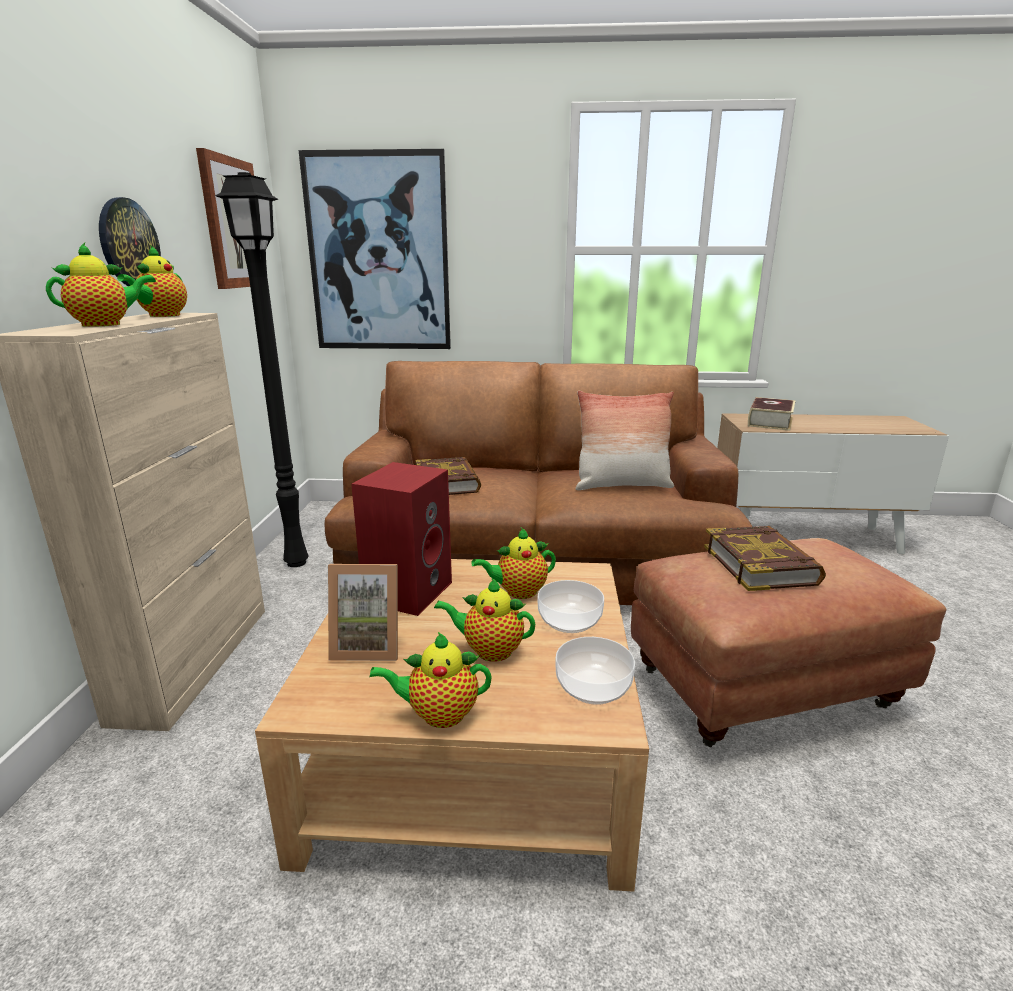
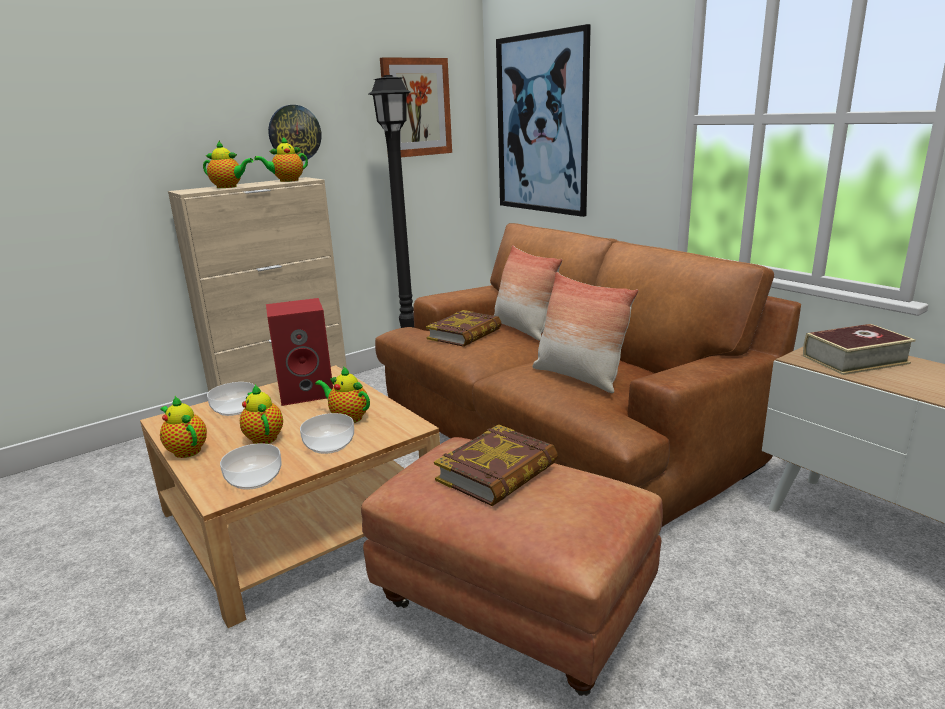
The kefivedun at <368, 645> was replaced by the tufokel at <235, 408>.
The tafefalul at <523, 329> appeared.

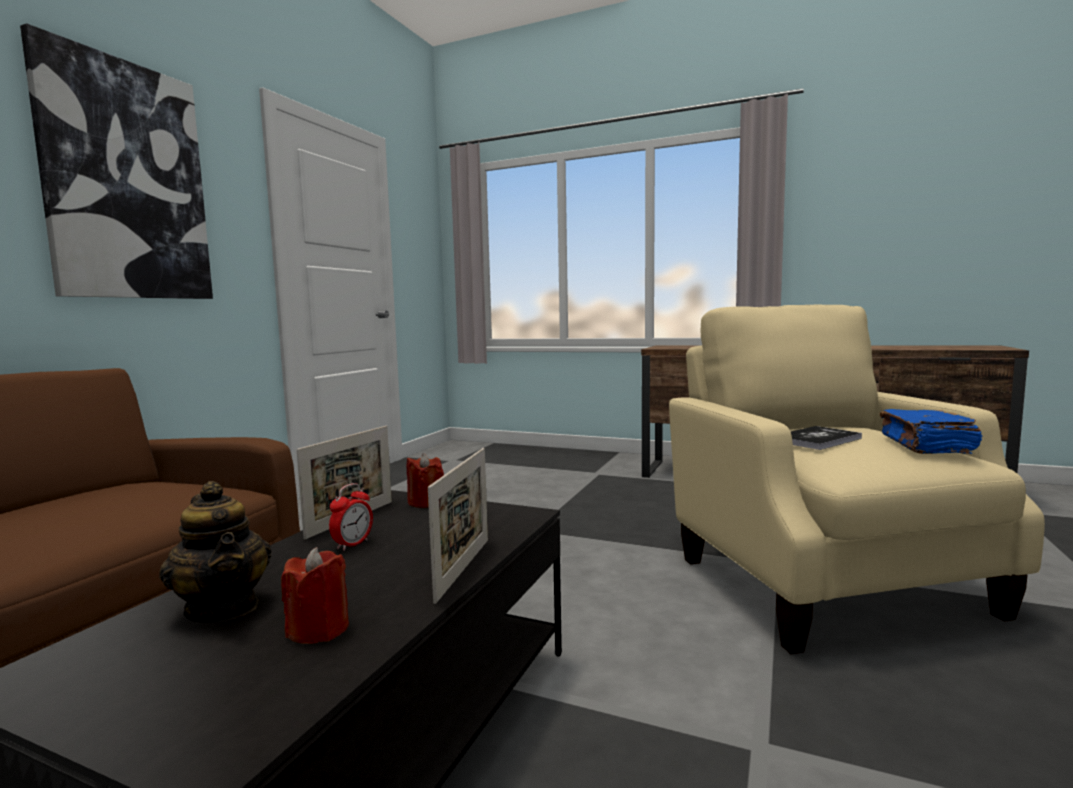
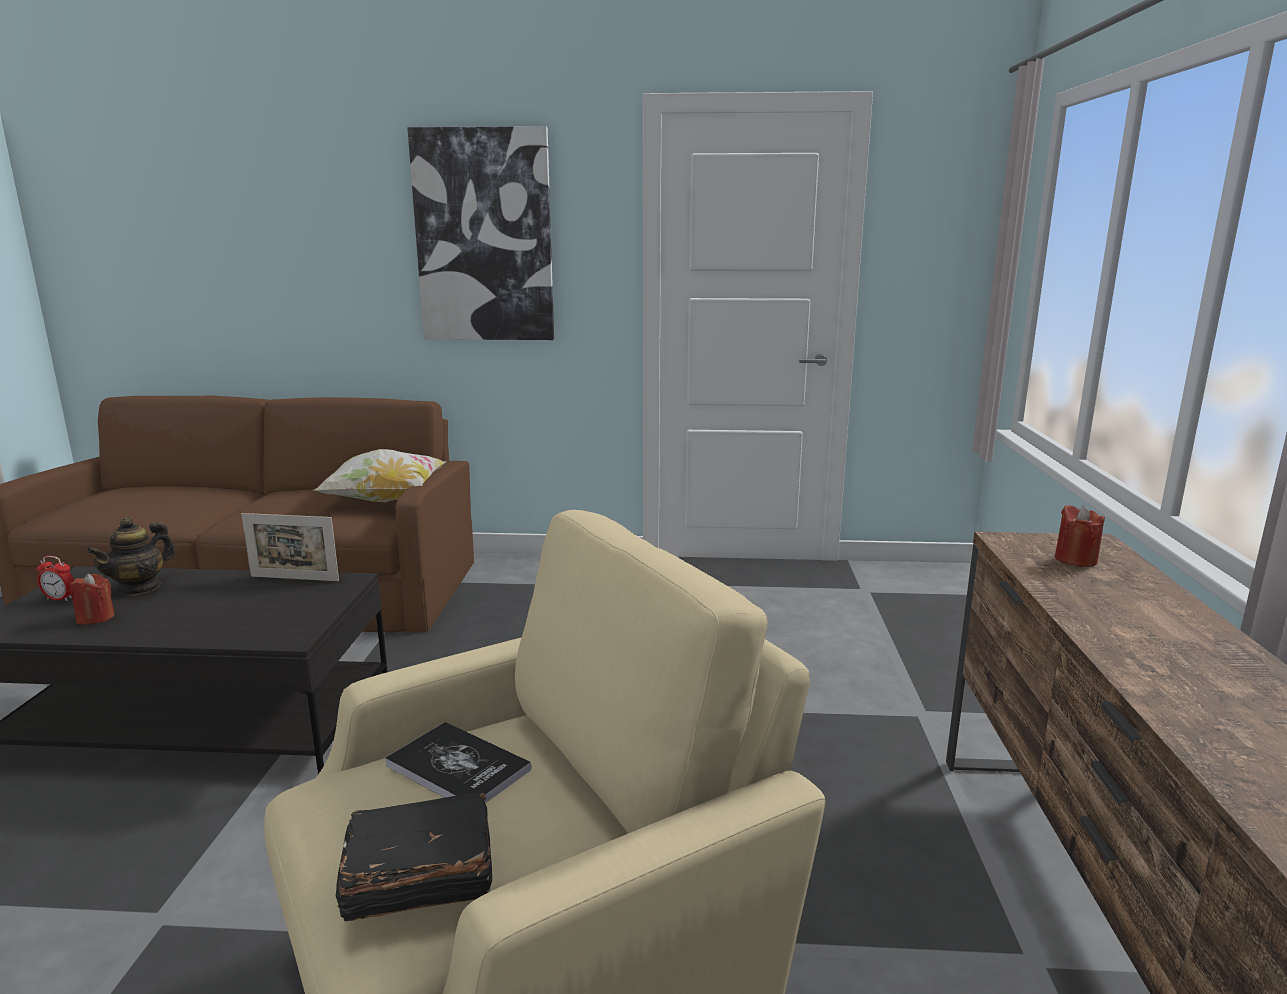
The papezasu moved from <352, 544> to <60, 599>.
The tafefalul at <386, 500> appeared.
The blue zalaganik at <926, 446> became the black zalaganik at <417, 879>.
The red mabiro moved from <425, 502> to <1075, 560>.
The kefivedun at <463, 568> disappeared.

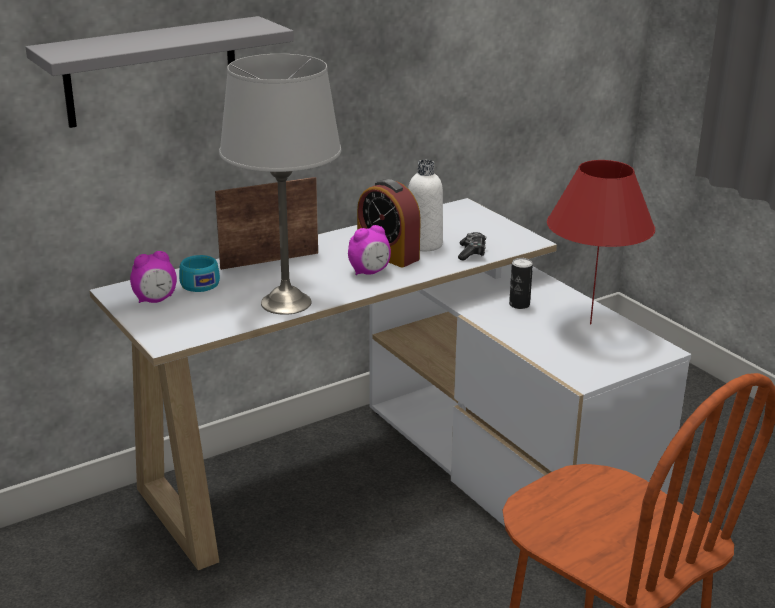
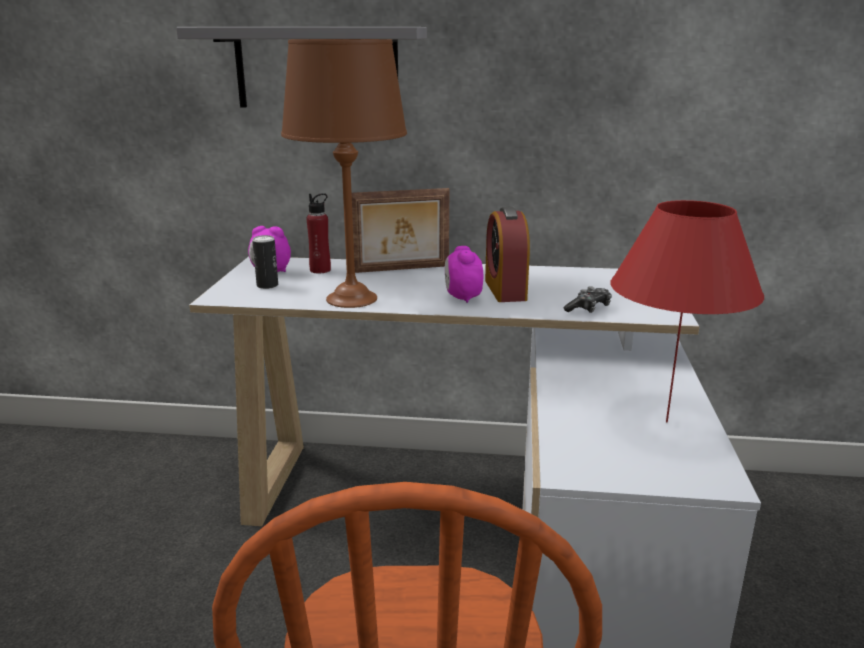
The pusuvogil moved from <519, 304> to <267, 285>.
The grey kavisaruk at <287, 303> became the brown kavisaruk at <352, 299>.
The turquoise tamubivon at <198, 283> was replaced by the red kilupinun at <320, 270>.
The kefivedun at <269, 260> turned 150 degrees clockwise.
The papezasu at <369, 272> turned 75 degrees clockwise.
The white kilupinun at <424, 244> disappeared.

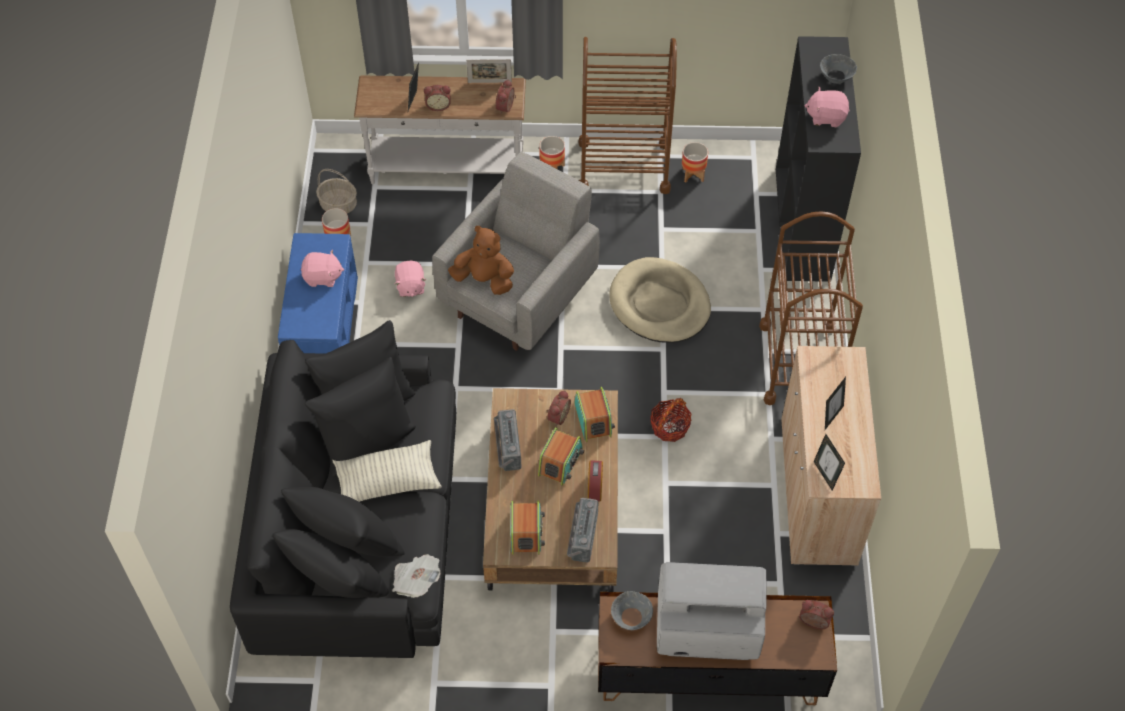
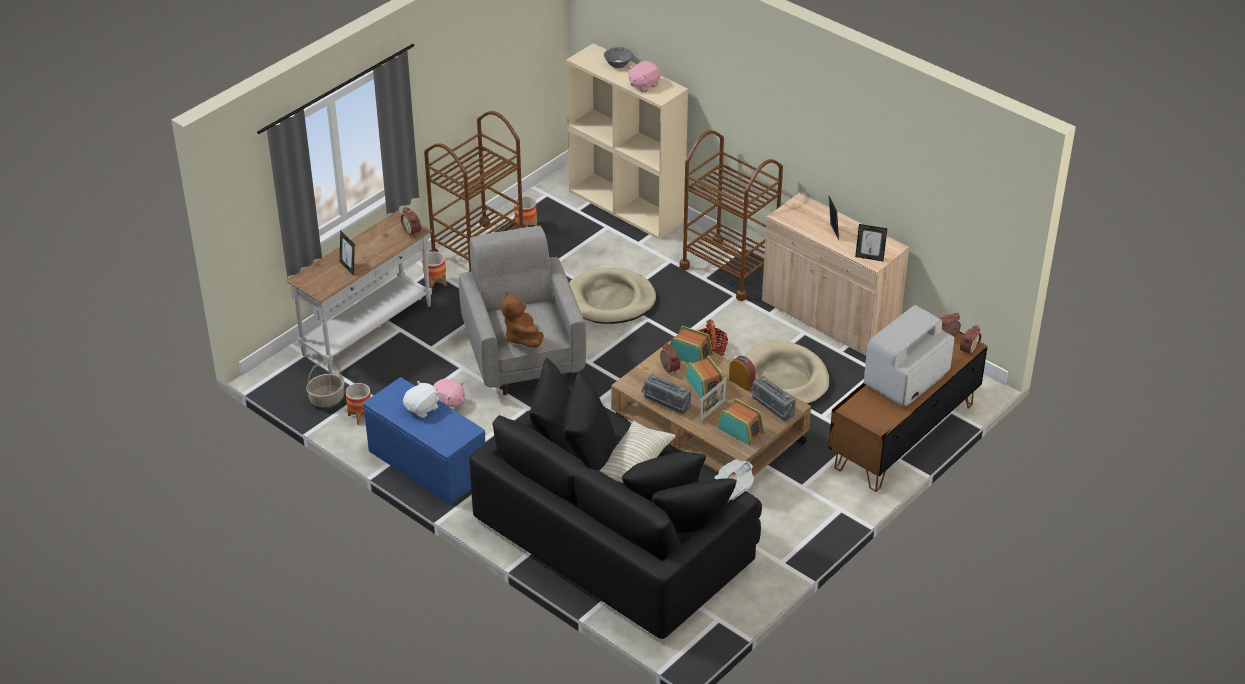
The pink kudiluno at <322, 277> became the white kudiluno at <422, 408>.
The brown kudiluno at <484, 280> turned 75 degrees counterclockwise.
The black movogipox at <803, 225> became the beige movogipox at <627, 206>.
The kefivedun moved from <489, 82> to <712, 411>.
The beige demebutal at <784, 378> appeared.
The papezasu moved from <438, 105> to <967, 350>.
The grey tufokel at <631, 617> disappeared.

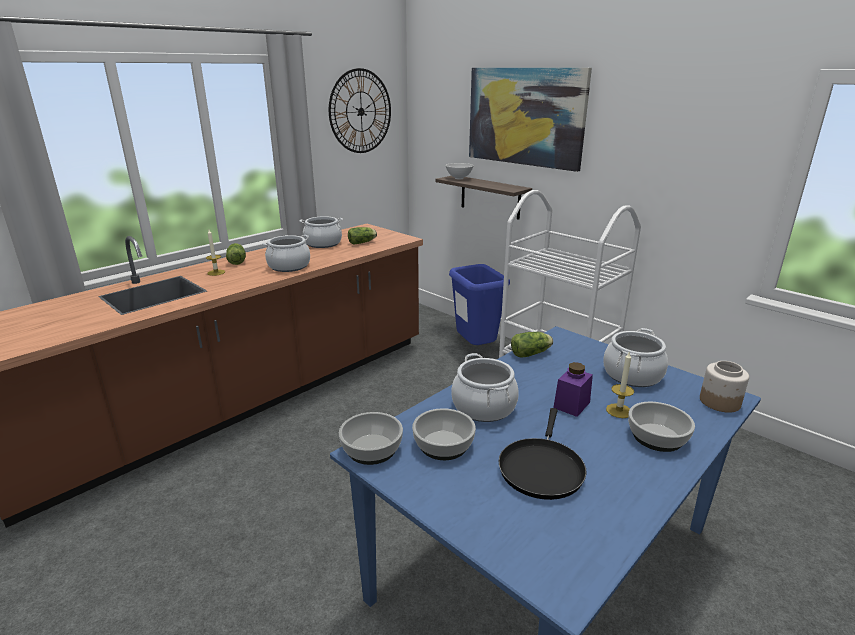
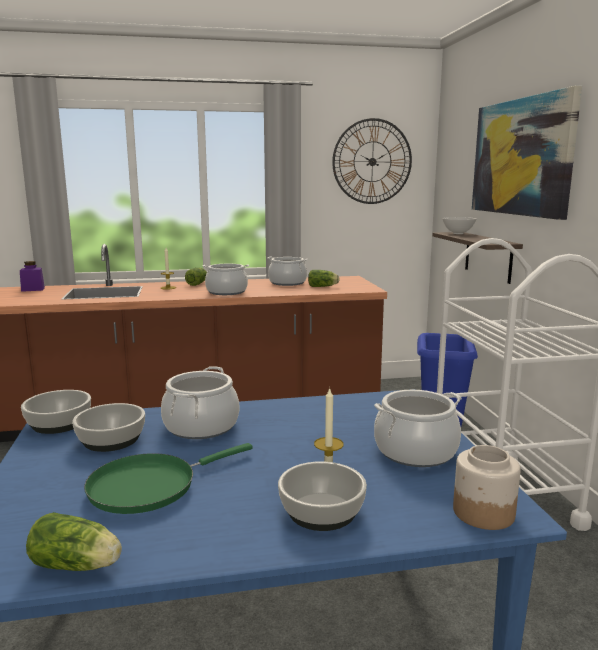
The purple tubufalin moved from <571, 405> to <33, 289>.
The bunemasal moved from <532, 353> to <78, 566>.
The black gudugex at <541, 468> became the green gudugex at <149, 486>.

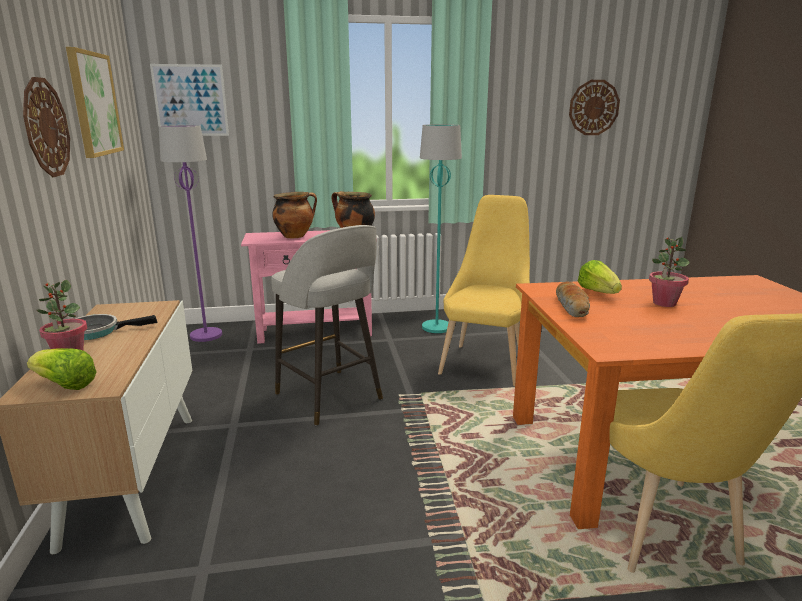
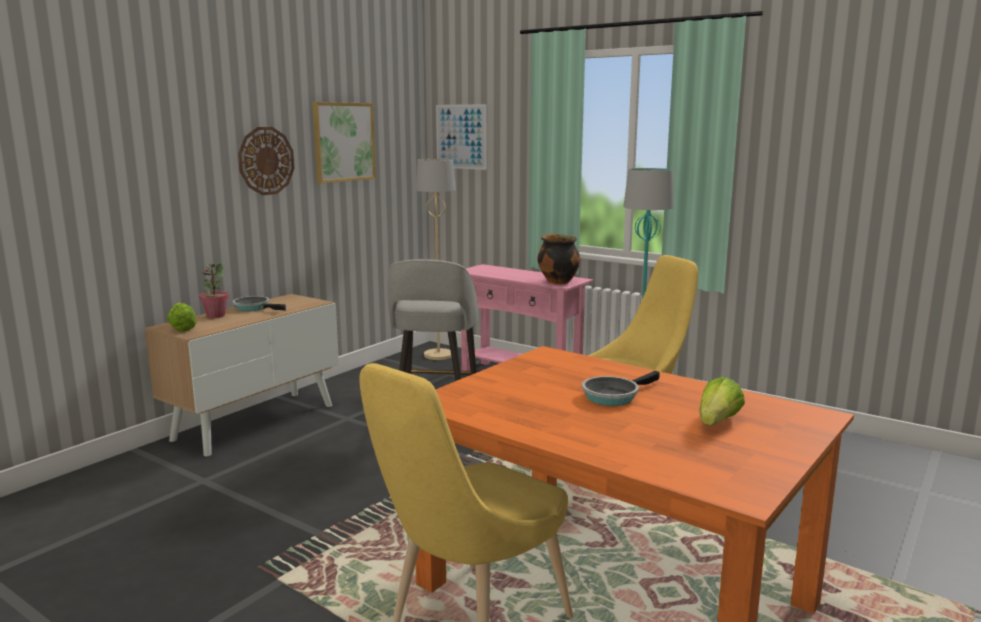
The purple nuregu at <205, 335> became the beige nuregu at <438, 355>.
The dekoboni at <664, 303> was replaced by the gudugex at <613, 396>.
The bunemasal moved from <598, 292> to <717, 422>.
The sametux at <295, 236> disappeared.
The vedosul at <572, 307> disappeared.
The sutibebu at <593, 107> disappeared.

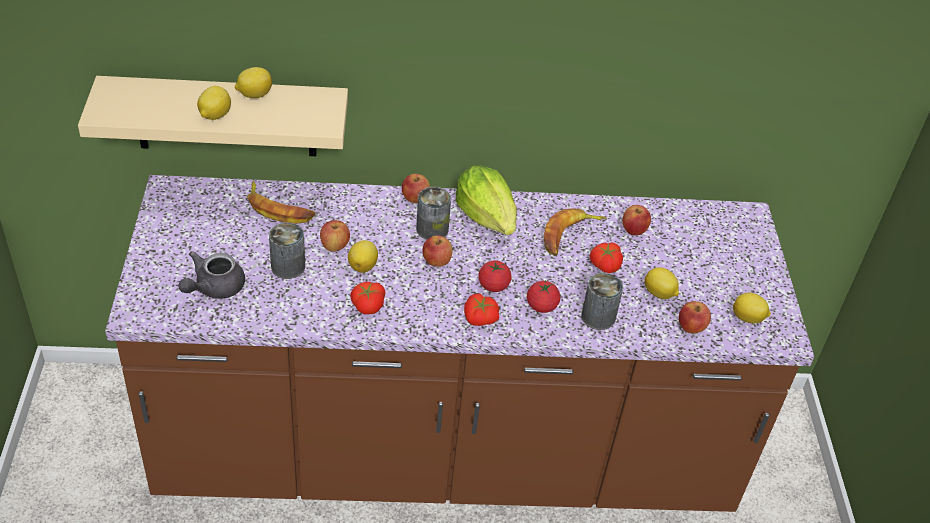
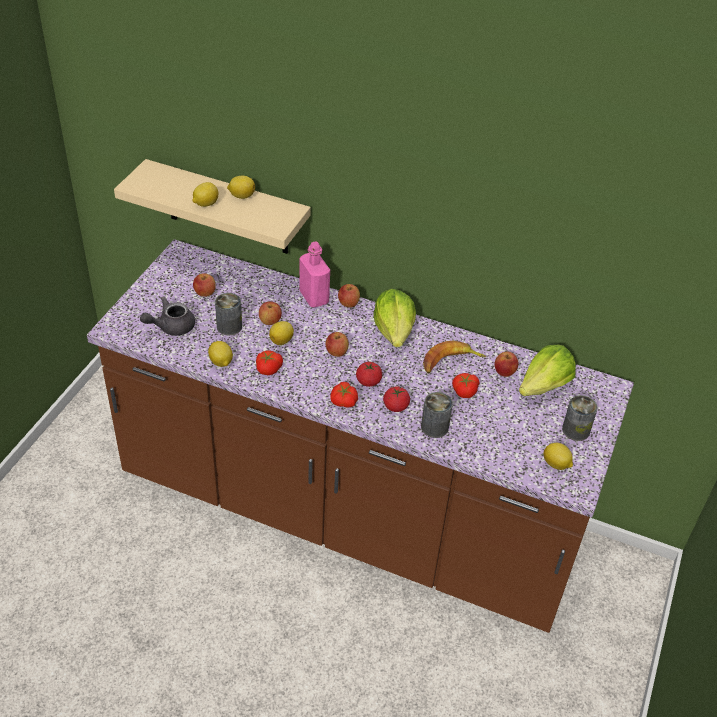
The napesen moved from <691, 328> to <205, 293>.
The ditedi moved from <659, 294> to <221, 362>.
The pink kilupinun at <314, 297> appeared.
The bunemasal at <544, 386> appeared.
The pusuvogil moved from <432, 229> to <576, 430>.
The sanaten at <279, 209> disappeared.

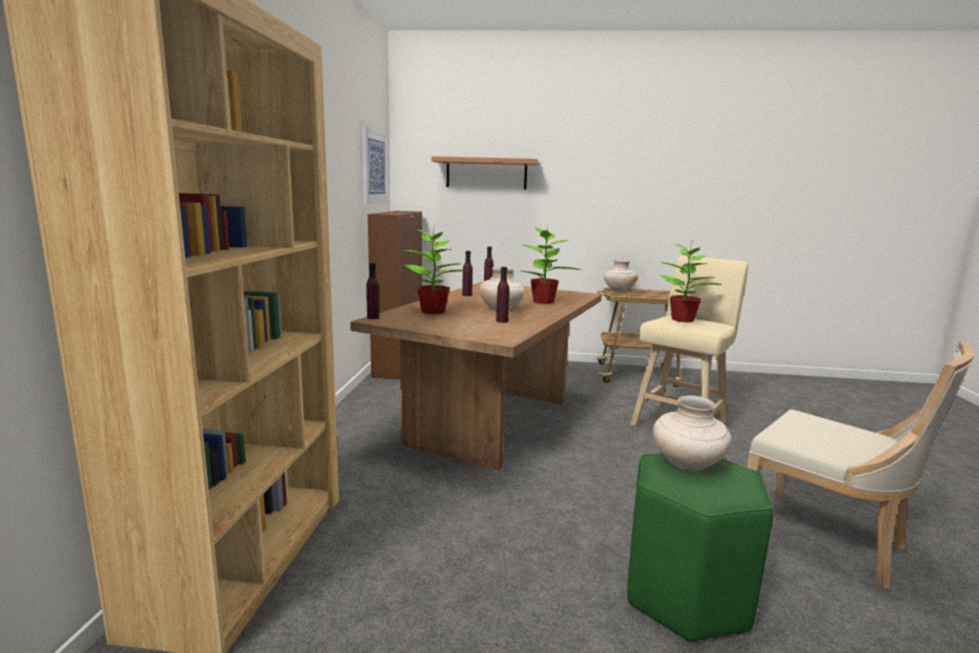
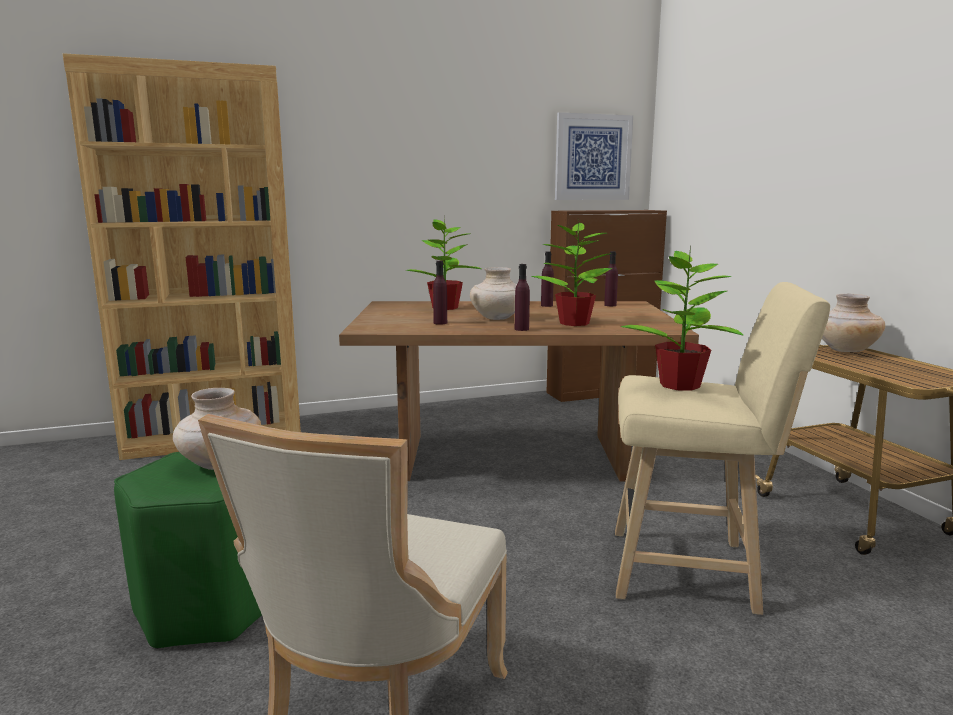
The purple kilupinun moved from <373, 317> to <521, 329>.
The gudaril at <486, 173> disappeared.

